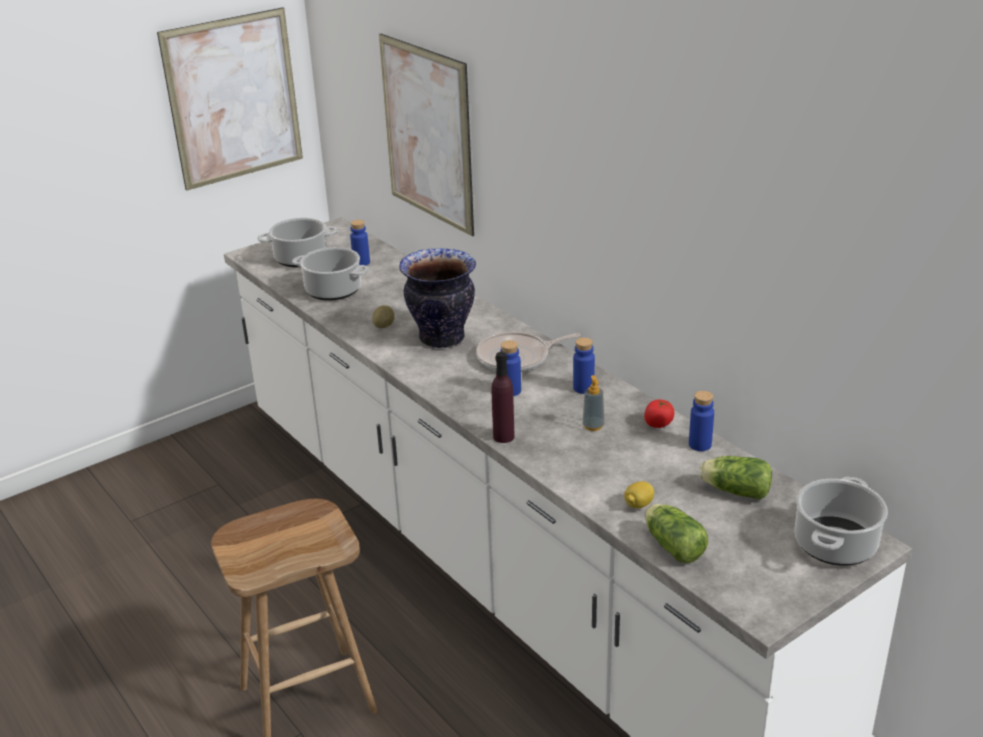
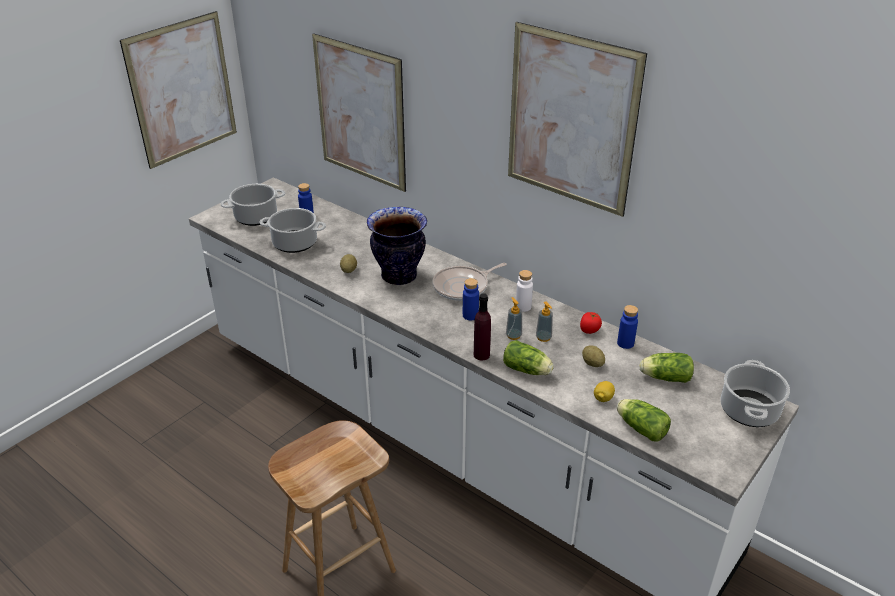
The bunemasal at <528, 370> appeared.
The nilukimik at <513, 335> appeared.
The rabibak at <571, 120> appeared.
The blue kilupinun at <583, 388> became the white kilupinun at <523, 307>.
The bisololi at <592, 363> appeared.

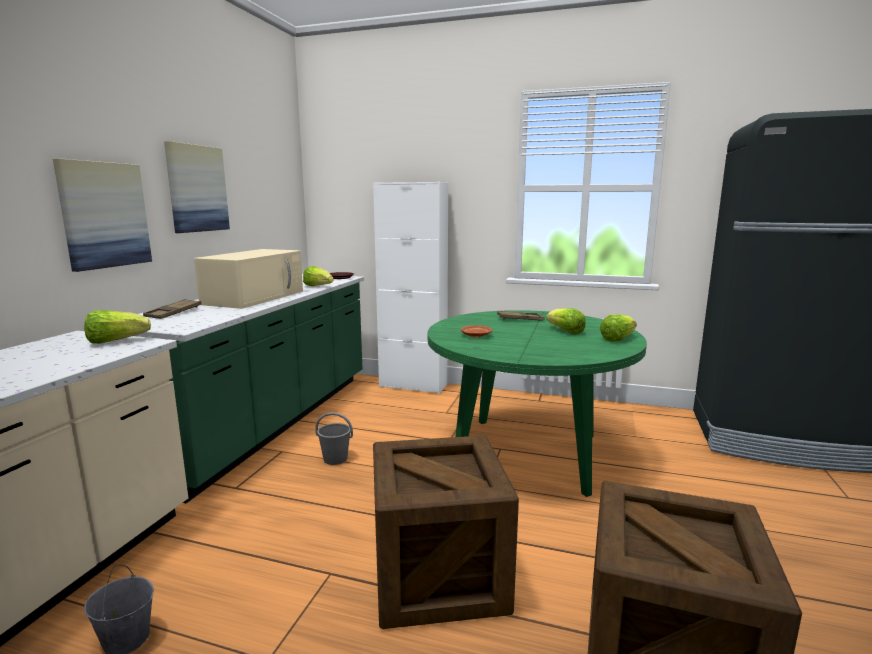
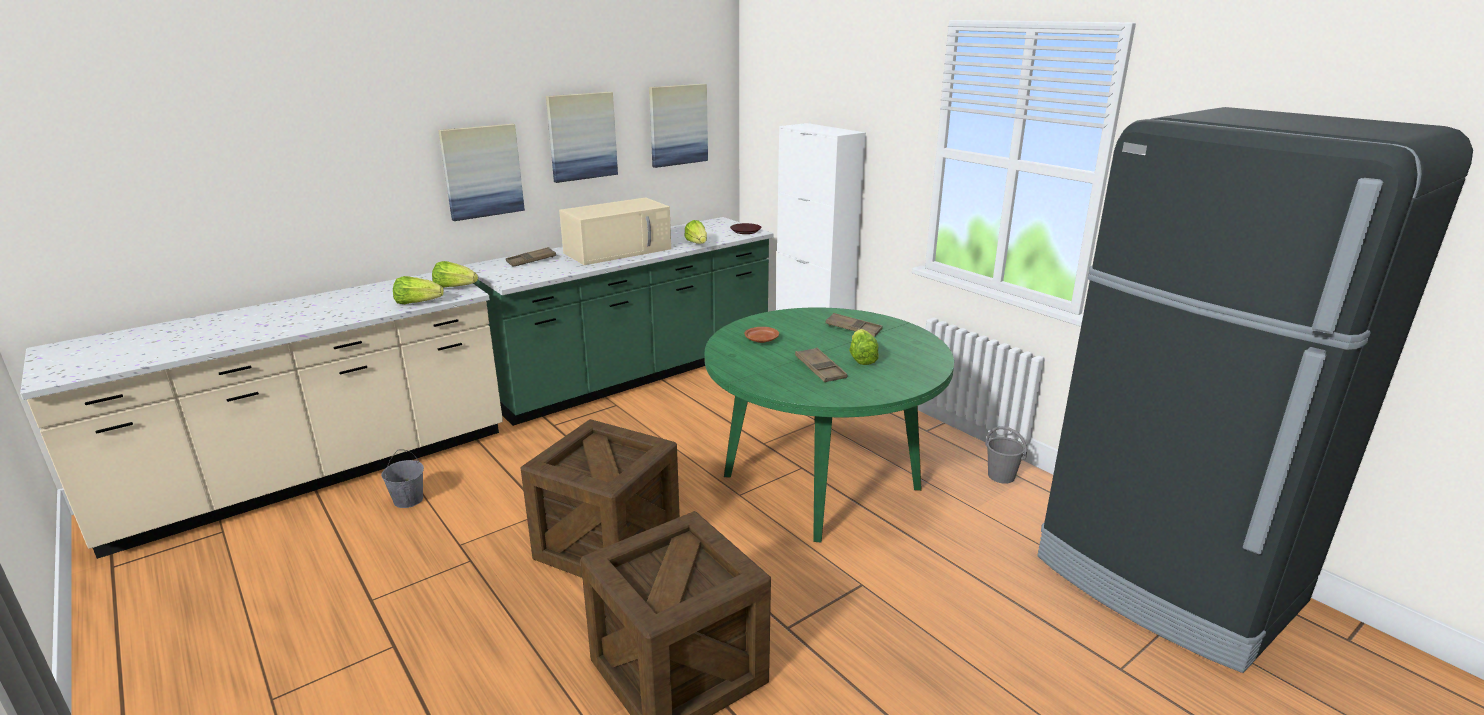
The bunemasal moved from <617, 339> to <417, 303>.
The rabibak at <678, 125> appeared.
The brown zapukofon at <820, 369> appeared.
The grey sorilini moved from <336, 459> to <1001, 476>.

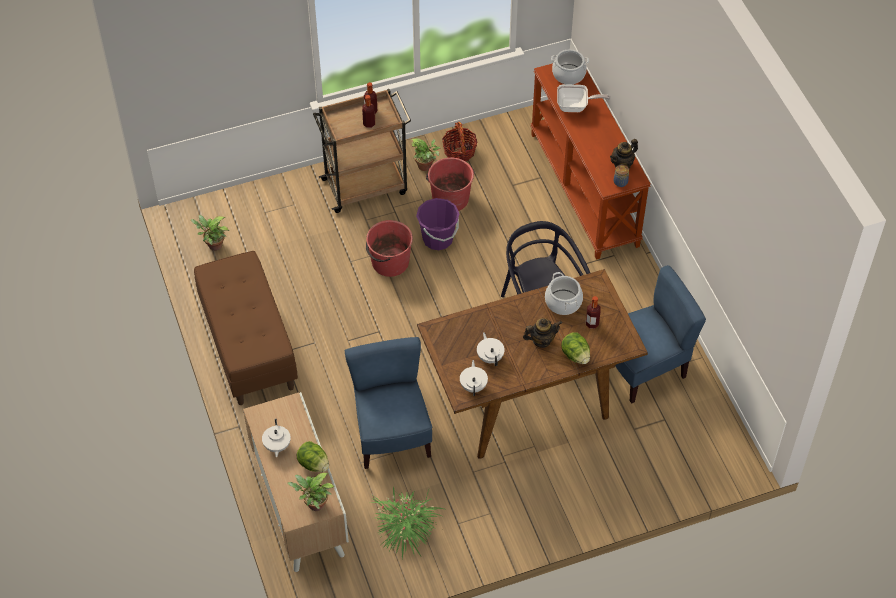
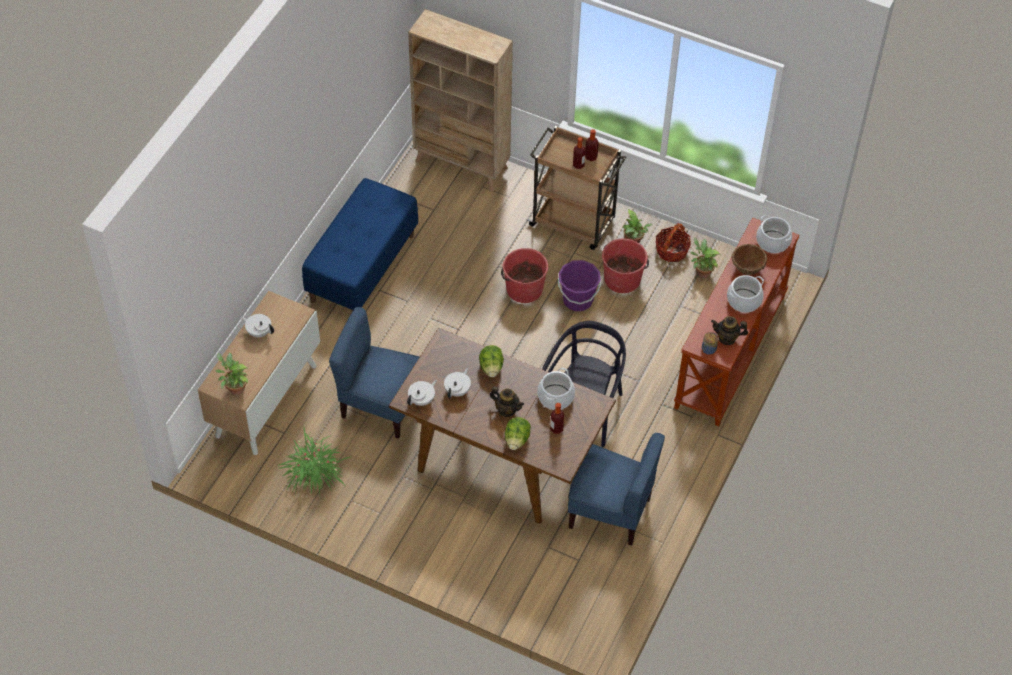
The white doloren at <277, 446> turned 75 degrees clockwise.
The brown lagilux at <247, 346> became the blue lagilux at <362, 267>.
The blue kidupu at <391, 435> turned 105 degrees counterclockwise.
The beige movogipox at <462, 165> appeared.
The bunemasal moved from <313, 464> to <491, 367>.
The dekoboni moved from <213, 245> to <701, 272>.
The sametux at <743, 300> appeared.
The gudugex at <575, 106> was replaced by the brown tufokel at <747, 269>.

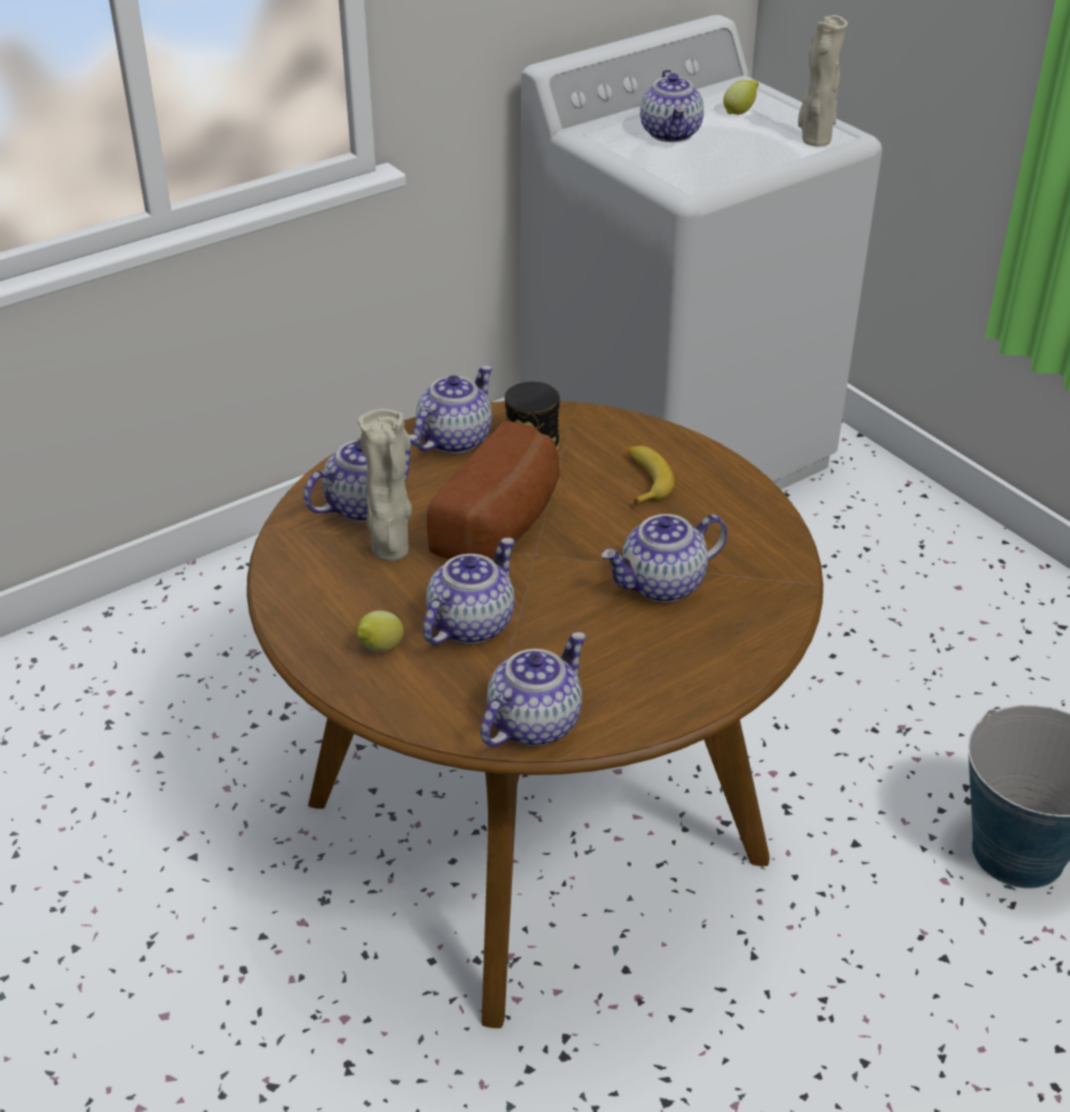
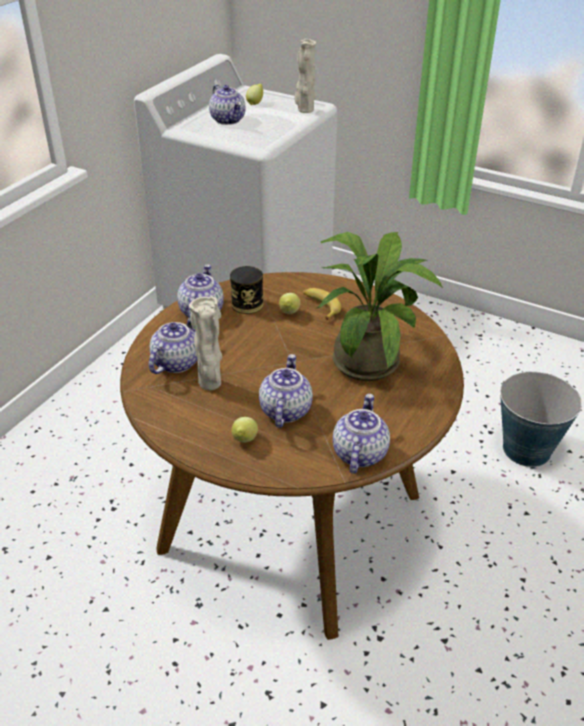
The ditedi at <289, 313> appeared.
The doloren at <662, 585> was replaced by the dekoboni at <370, 358>.
The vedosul at <504, 523> disappeared.

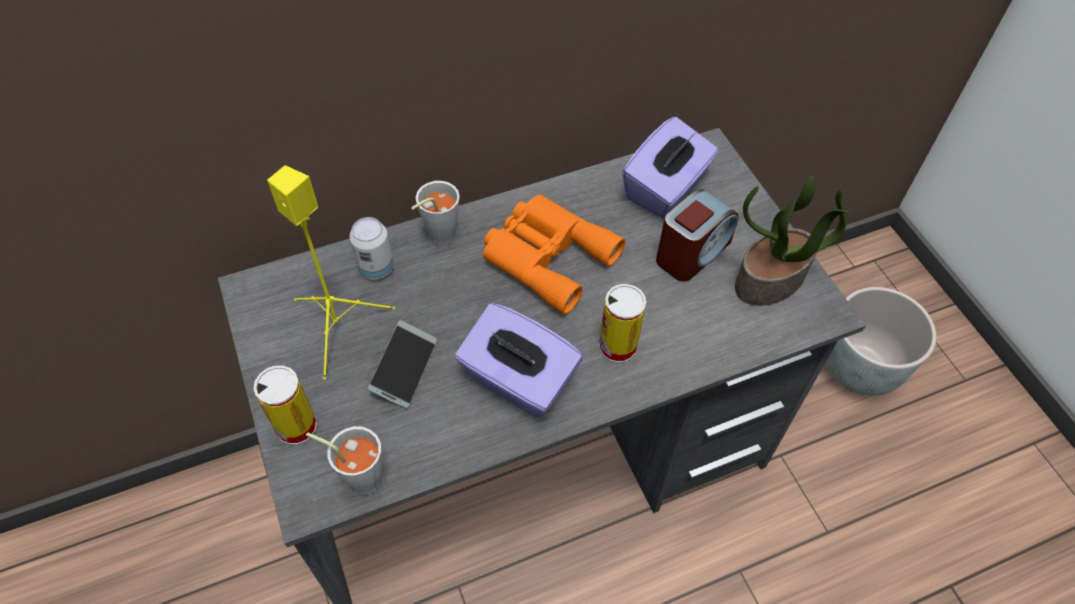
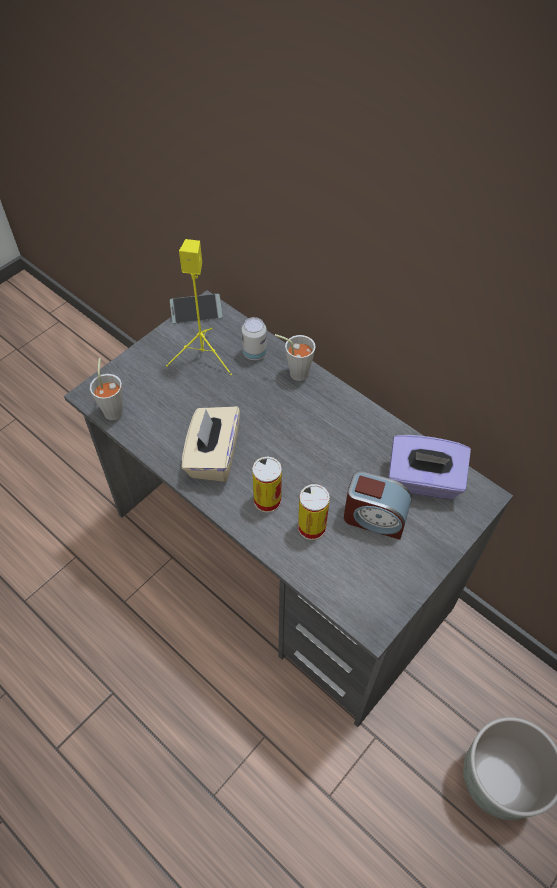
The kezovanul moved from <404, 368> to <196, 313>.
The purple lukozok at <517, 380> became the beige lukozok at <213, 456>.
The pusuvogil moved from <296, 426> to <311, 527>.
The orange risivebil at <546, 255> disappeared.
The dekoboni at <770, 281> disappeared.

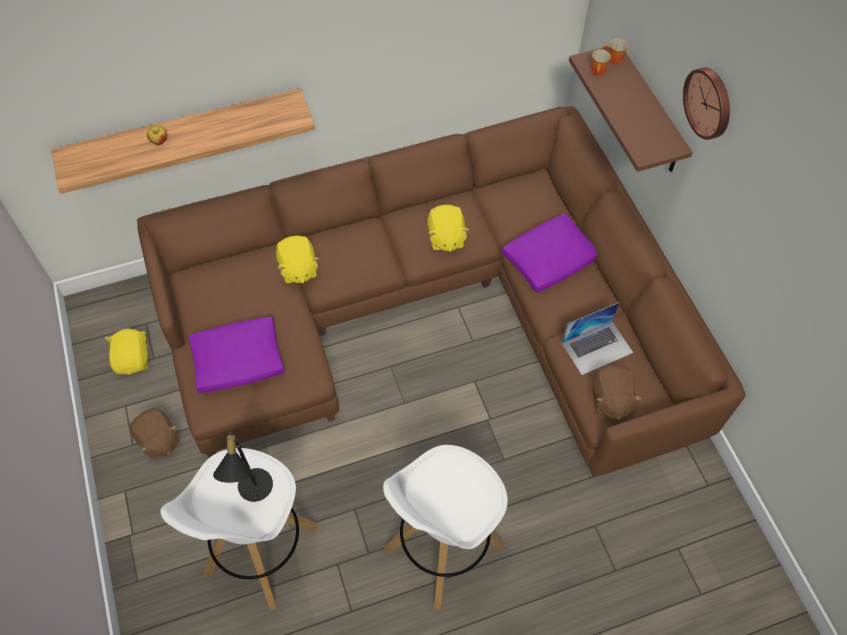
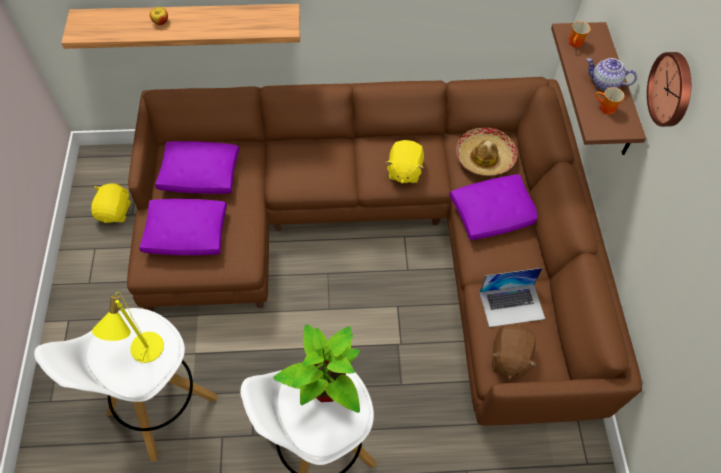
The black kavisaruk at <252, 491> became the yellow kavisaruk at <142, 352>.
The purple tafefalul at <201, 174> appeared.
The dekoboni at <325, 389> appeared.
The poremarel at <484, 157> appeared.
The doloren at <604, 83> appeared.
The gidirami moved from <613, 60> to <605, 108>.
The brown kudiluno at <158, 440> disappeared.
The yellow kudiluno at <298, 269> disappeared.

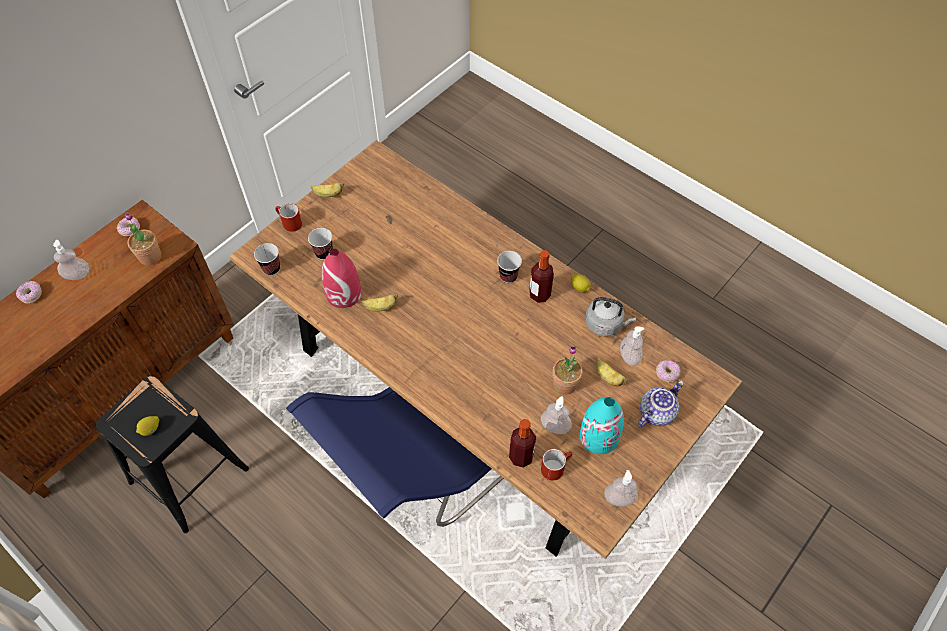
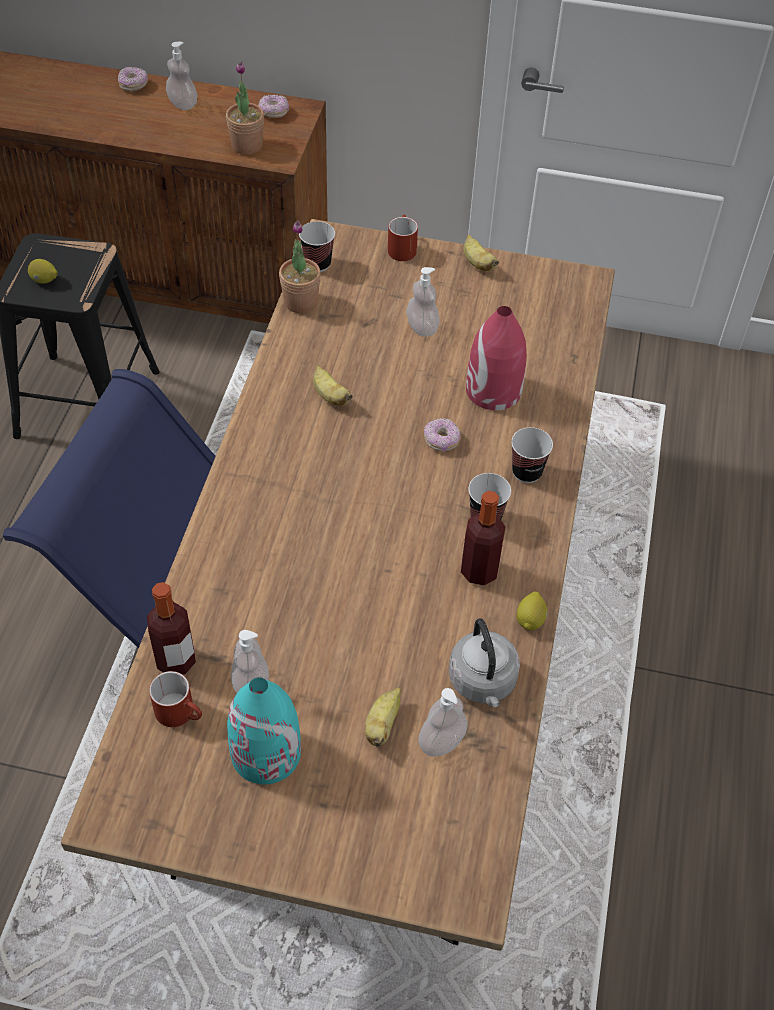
The dekoboni moved from <565, 384> to <300, 302>.
The nilukimik moved from <619, 498> to <422, 327>.
The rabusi moved from <667, 374> to <441, 440>.
The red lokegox moved from <344, 294> to <493, 390>.
The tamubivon moved from <324, 253> to <526, 472>.
The doloren at <656, 412> disappeared.

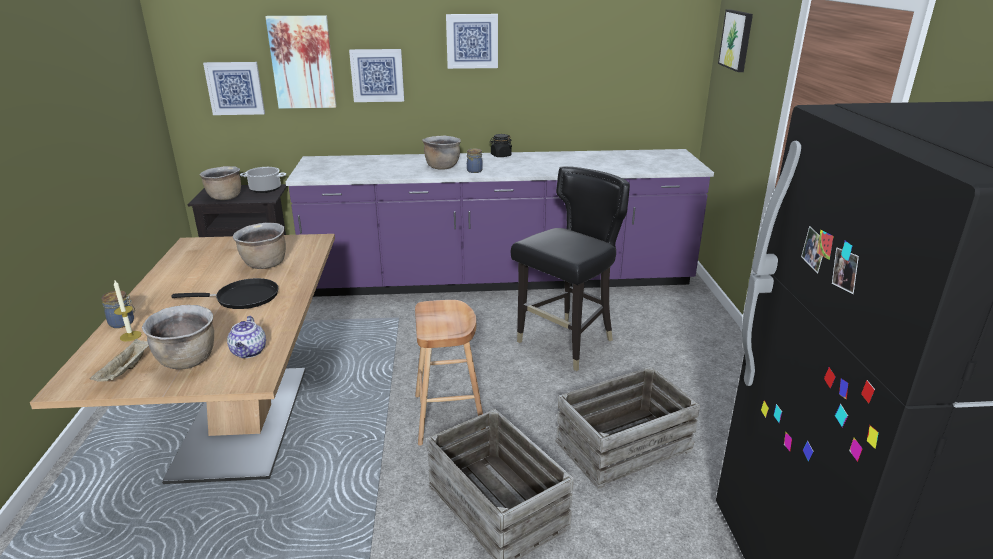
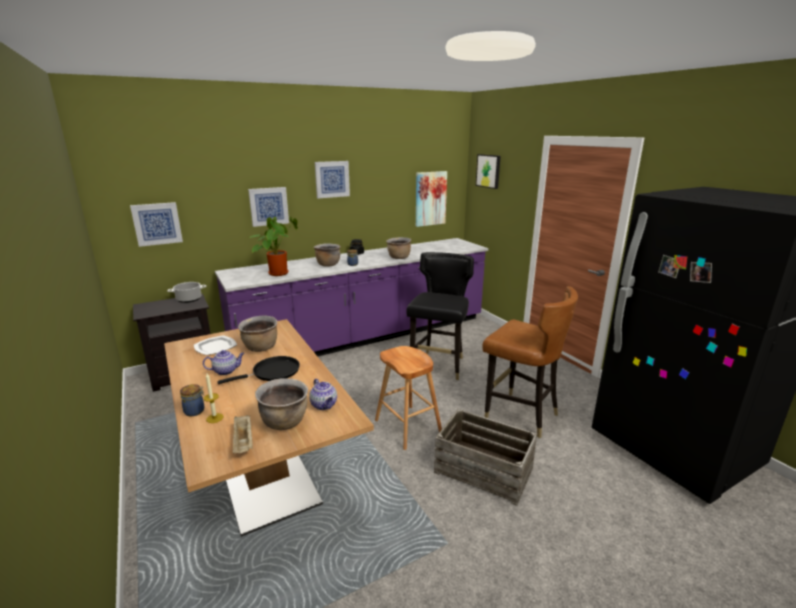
The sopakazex at <215, 346> appeared.
The doloren at <226, 371> appeared.
The dekoboni at <278, 272> appeared.
The brown sametux moved from <224, 198> to <399, 258>.
The rabibak moved from <302, 62> to <430, 198>.
The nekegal at <623, 447> was replaced by the brown kidupu at <520, 415>.

